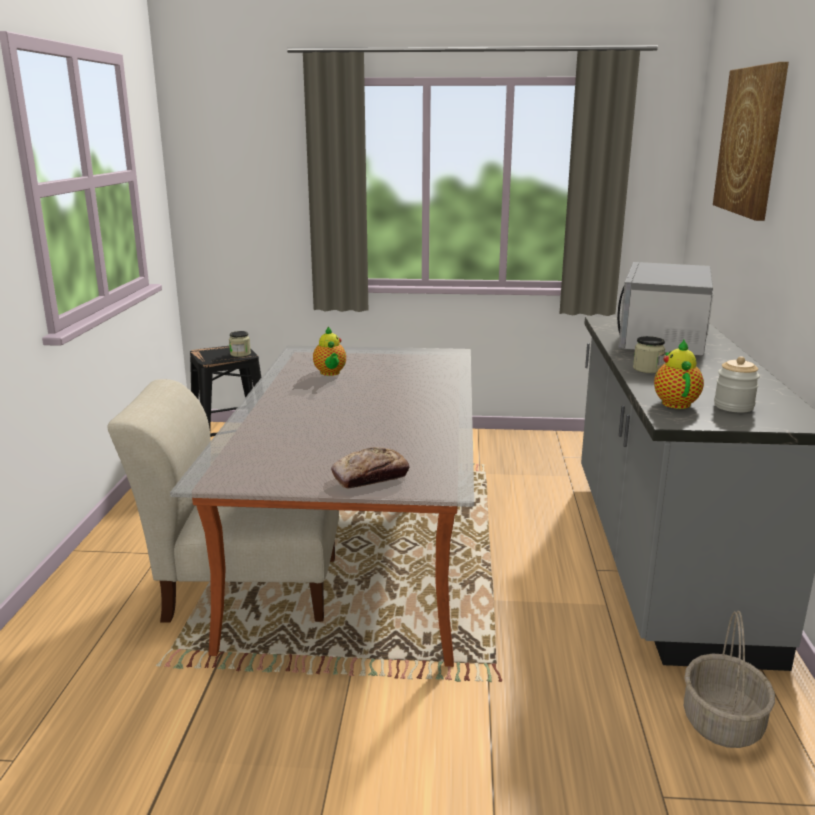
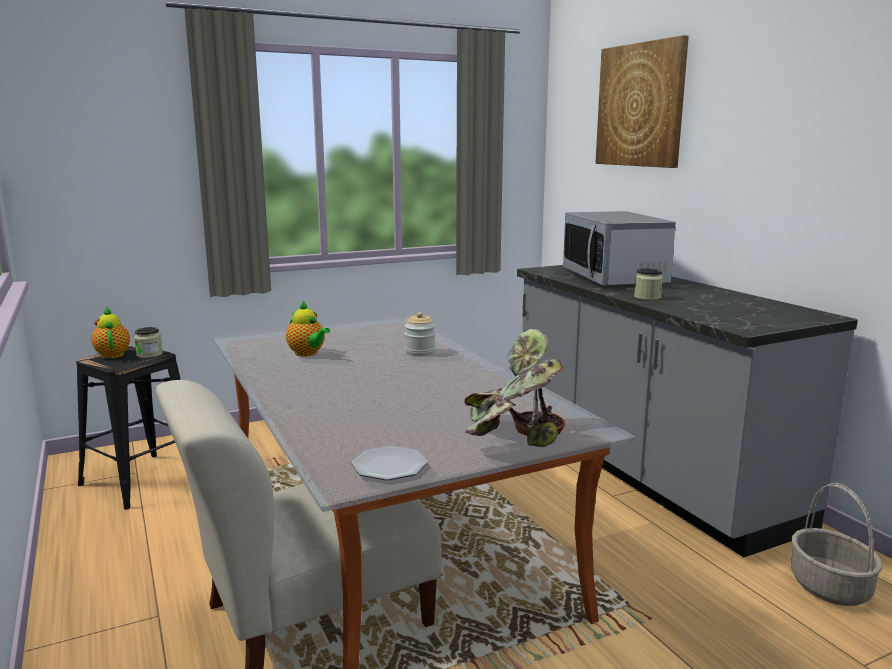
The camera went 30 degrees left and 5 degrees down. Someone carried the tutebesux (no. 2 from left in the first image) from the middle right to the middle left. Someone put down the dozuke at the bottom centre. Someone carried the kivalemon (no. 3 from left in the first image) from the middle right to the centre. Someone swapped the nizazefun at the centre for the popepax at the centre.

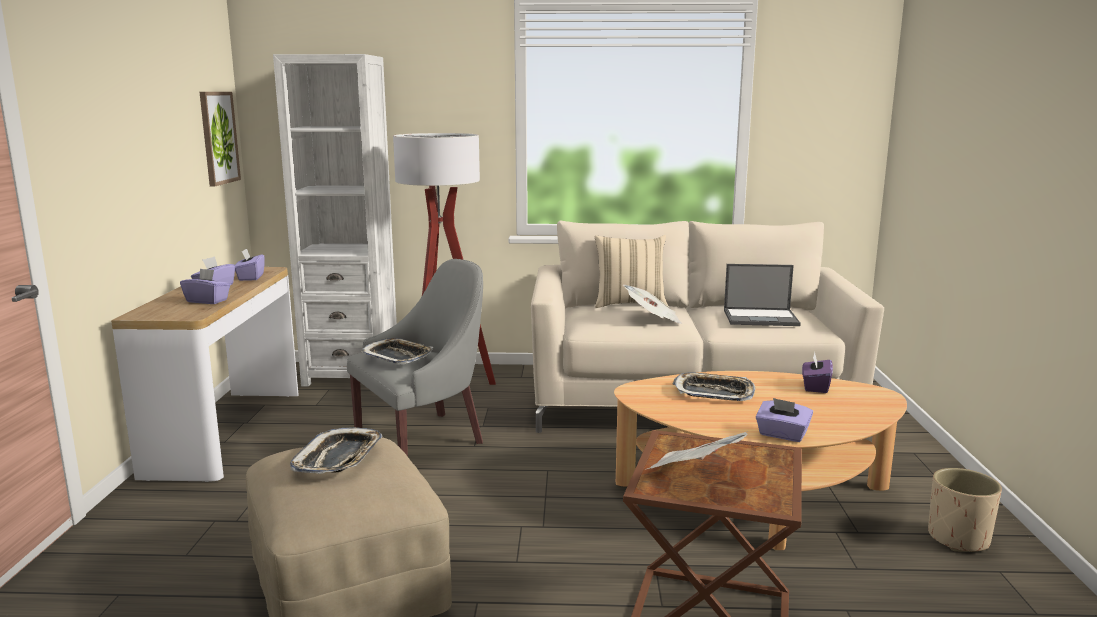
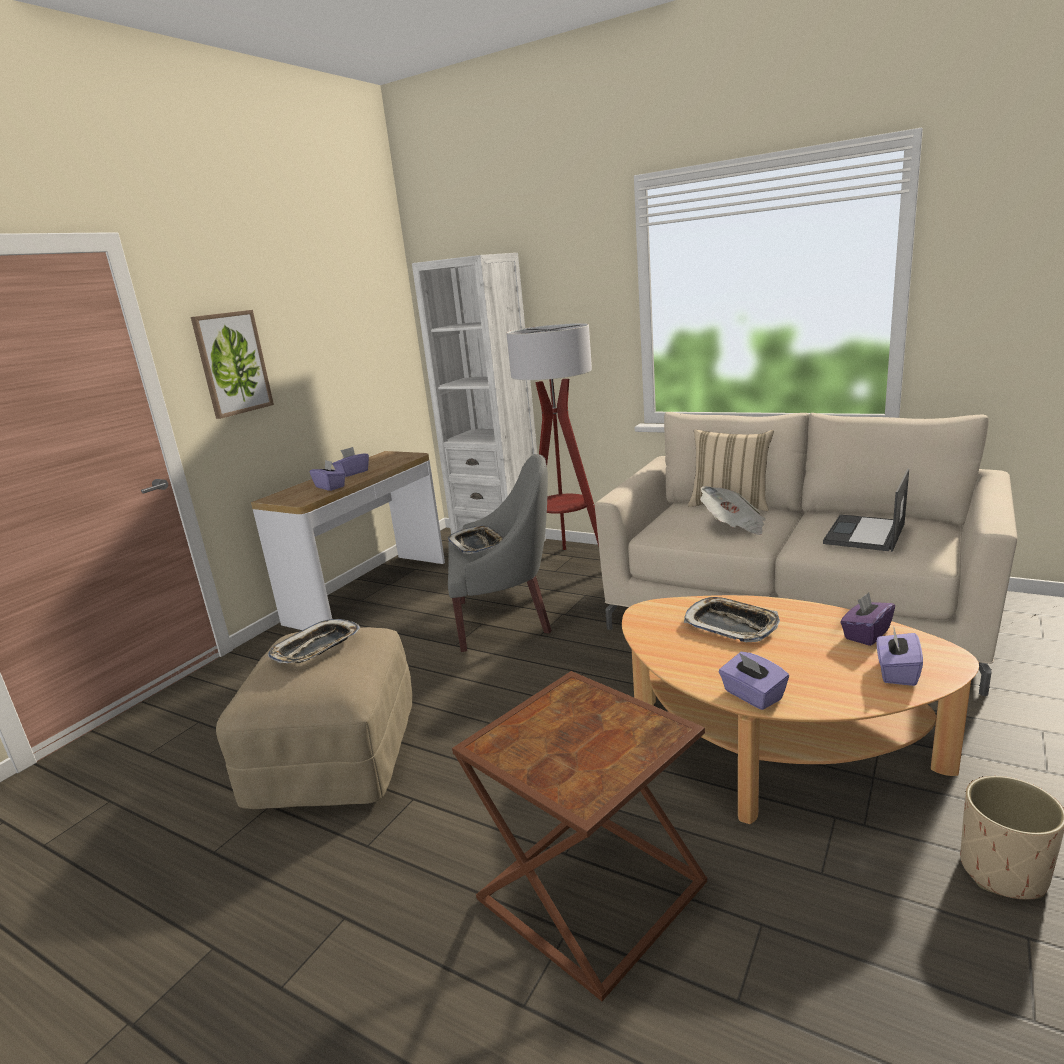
The camera went 30 degrees right and 5 degrees up. Someone carried the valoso from the top left to the middle left. Someone rotated the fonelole at the middle right by 90 degrees clockwise. Someone carried the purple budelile (no. 3 from left in the first image) from the middle left to the middle right. Someone took away the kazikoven (no. 2 from left) at the bottom centre.

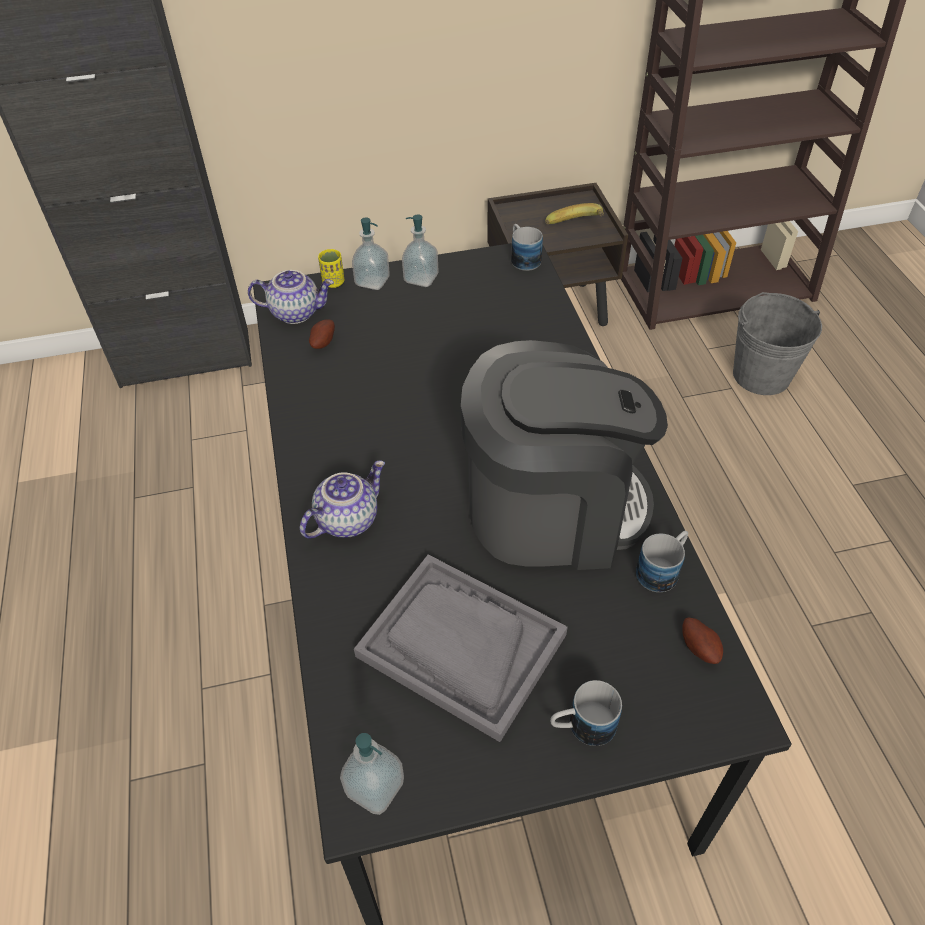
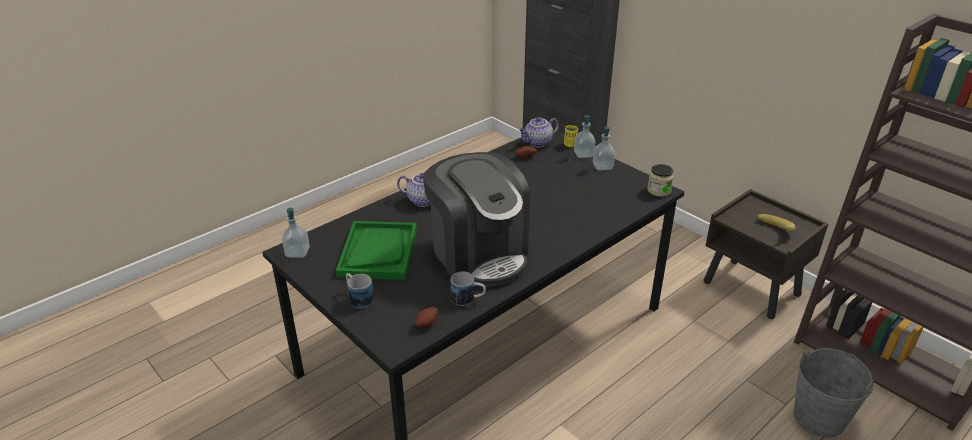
The camera went 60 degrees right and 15 degrees down. Someone repainted the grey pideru at the bottom centre, which became the green pideru at the centre. Someone rotated the tutebesux (no. 1 from left in the first image) at the top left by 90 degrees clockwise. Someone swapped the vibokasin (no. 1 from left) at the top centre for the kivalemon at the middle right.

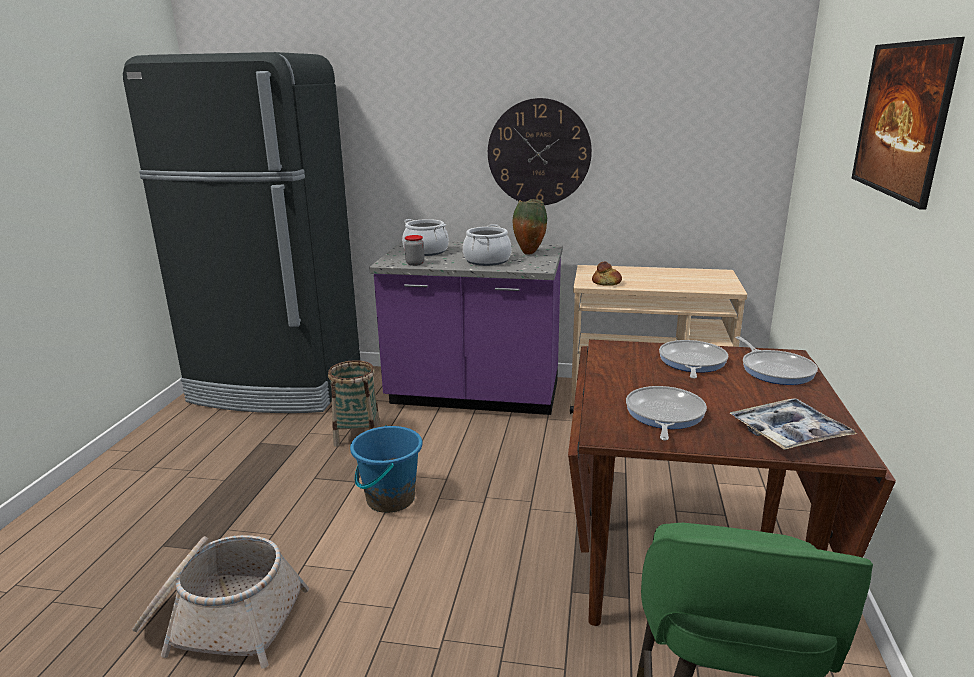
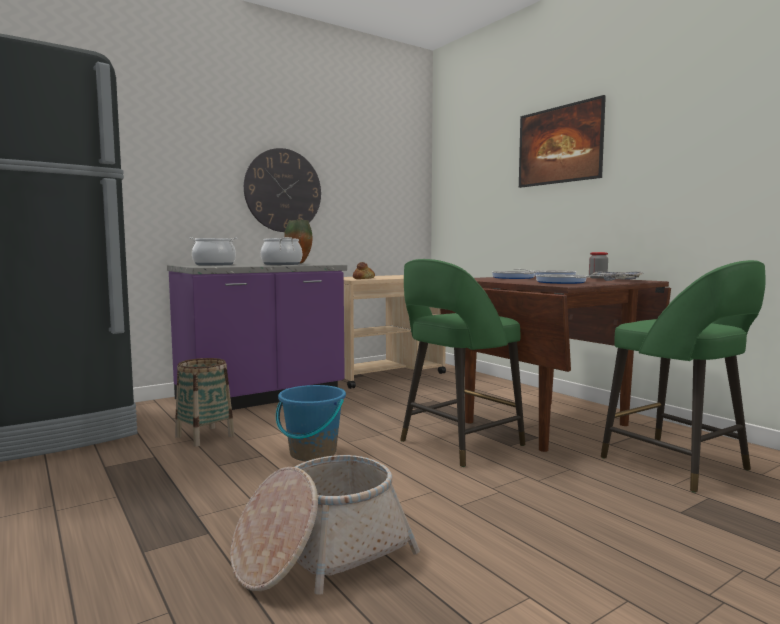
The camera went 45 degrees left and 15 degrees down. Someone put down the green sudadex (no. 1 from left) at the centre. Someone carried the kivalemon from the centre to the middle right.

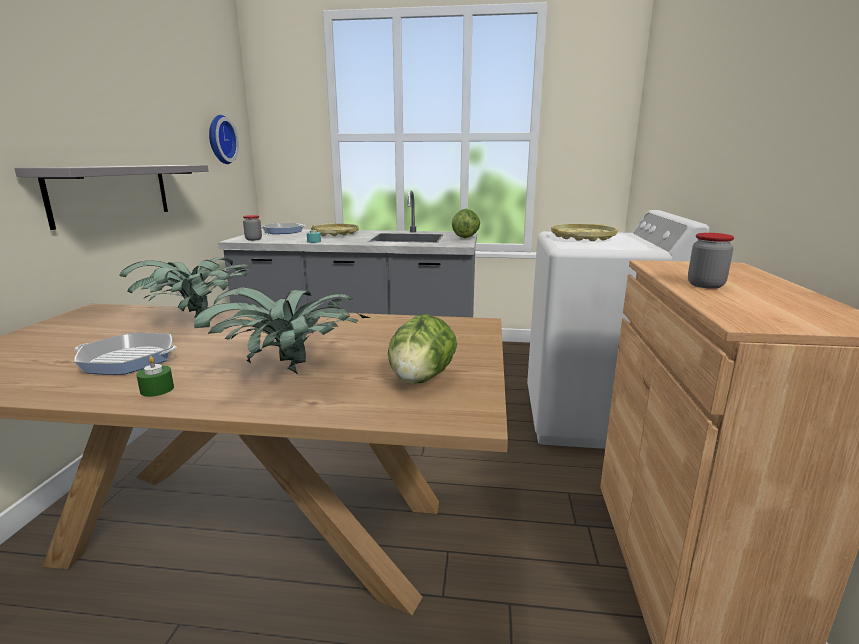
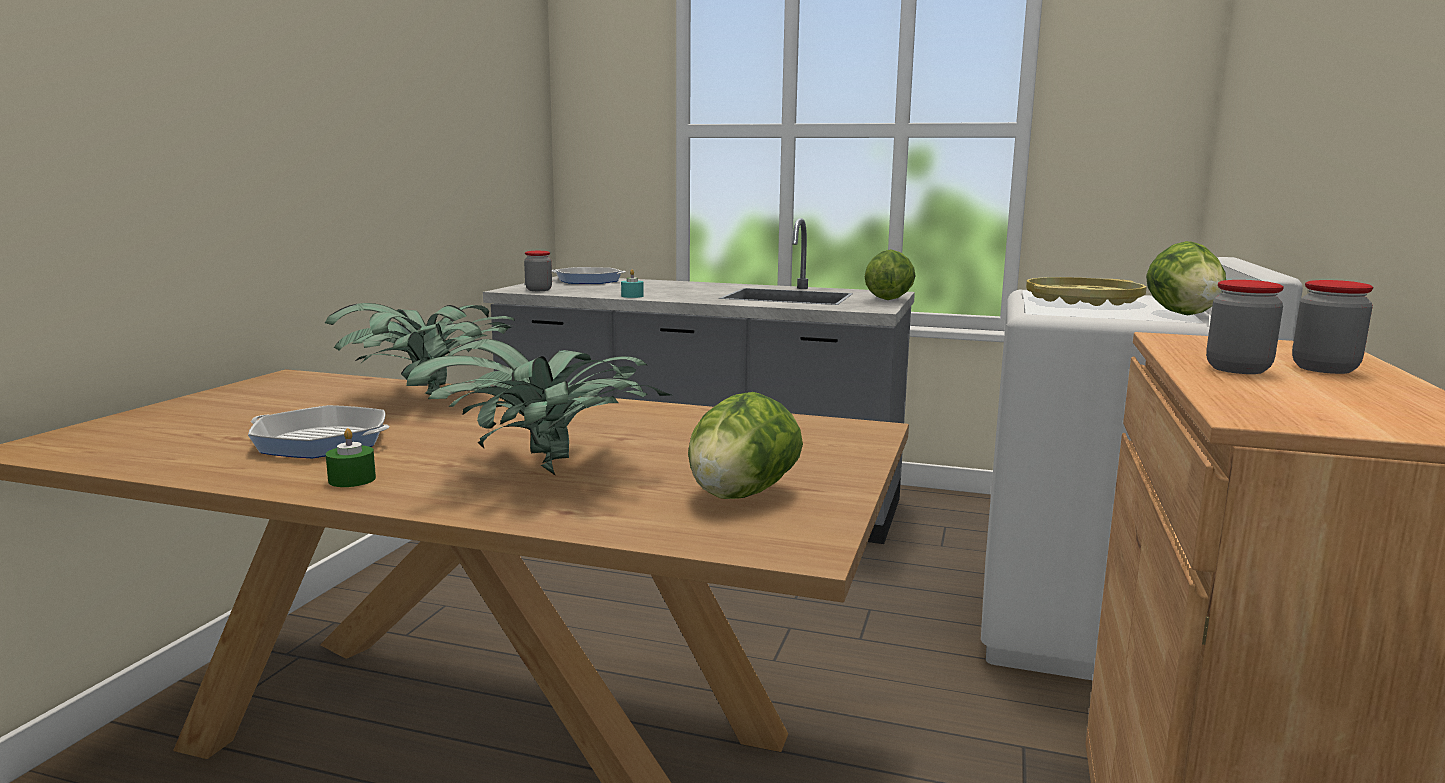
The camera went 10 degrees right and 5 degrees down. Someone put down the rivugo (no. 3 from left) at the middle right. Someone put down the kivalemon (no. 3 from left) at the middle right. Someone took away the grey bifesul at the top left. Someone took away the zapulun at the top left. Someone took away the yellow pideru (no. 1 from left) at the centre.

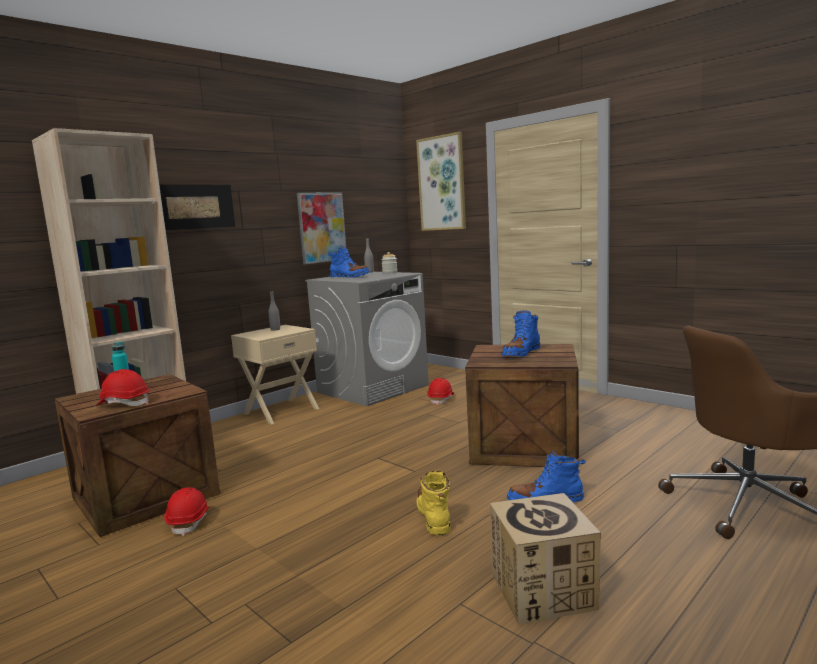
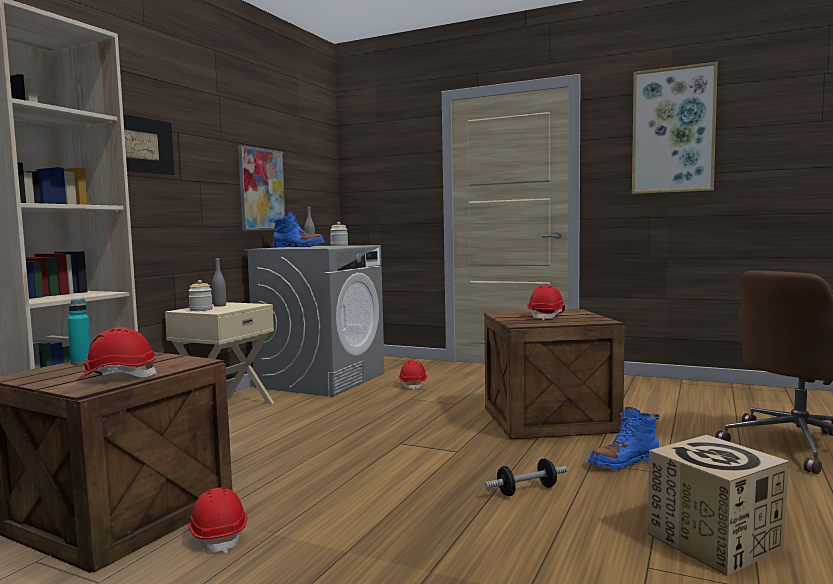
The camera went 20 degrees left and 5 degrees down. Someone put down the kivalemon (no. 1 from left) at the middle left. Someone swapped the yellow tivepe at the bottom centre for the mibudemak at the bottom centre. Someone swapped the blue tivepe (no. 2 from left) at the centre for the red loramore (no. 4 from left) at the centre. Someone carried the valoso (no. 3 from left) from the top centre to the top right.

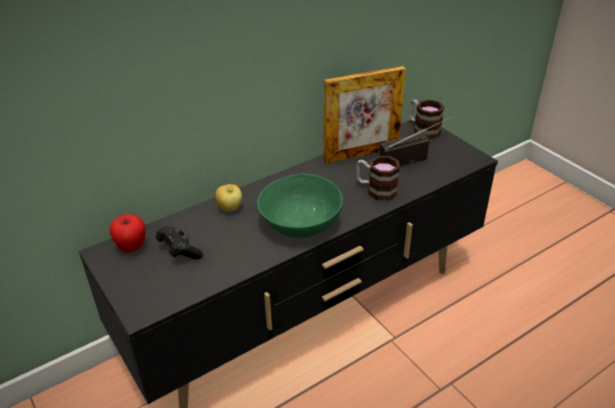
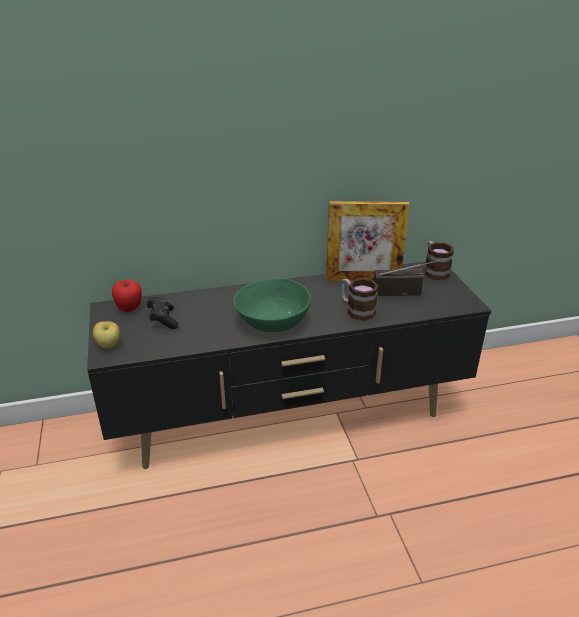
The camera went 20 degrees right and 5 degrees down. Someone carried the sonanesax (no. 2 from left in the first image) from the centre to the middle left.

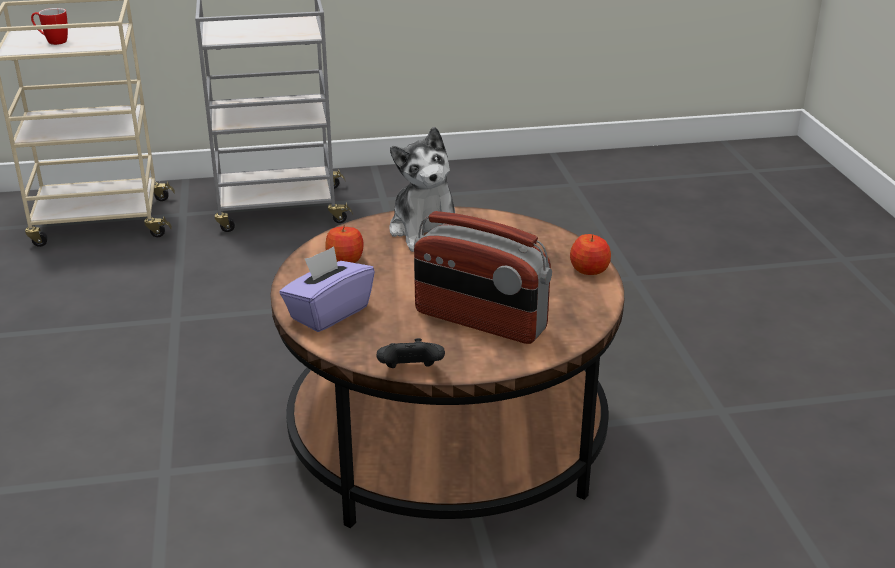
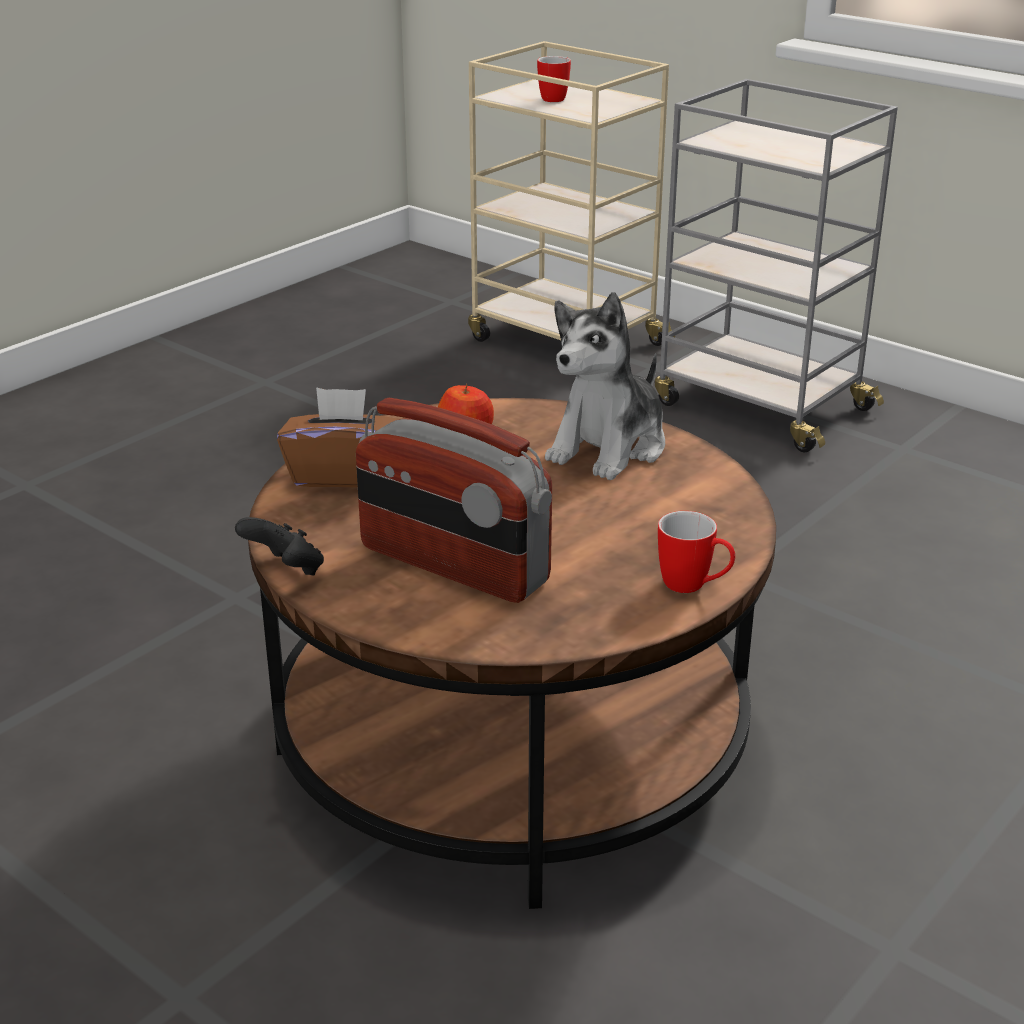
The camera went 50 degrees right and 0 degrees up. Someone repainted the purple budelile at the centre, which became the brown budelile at the middle left. Someone rotated the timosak at the centre by 45 degrees counterclockwise. Someone swapped the sonanesax (no. 2 from left) at the centre for the vibokasin (no. 2 from left) at the middle right.

